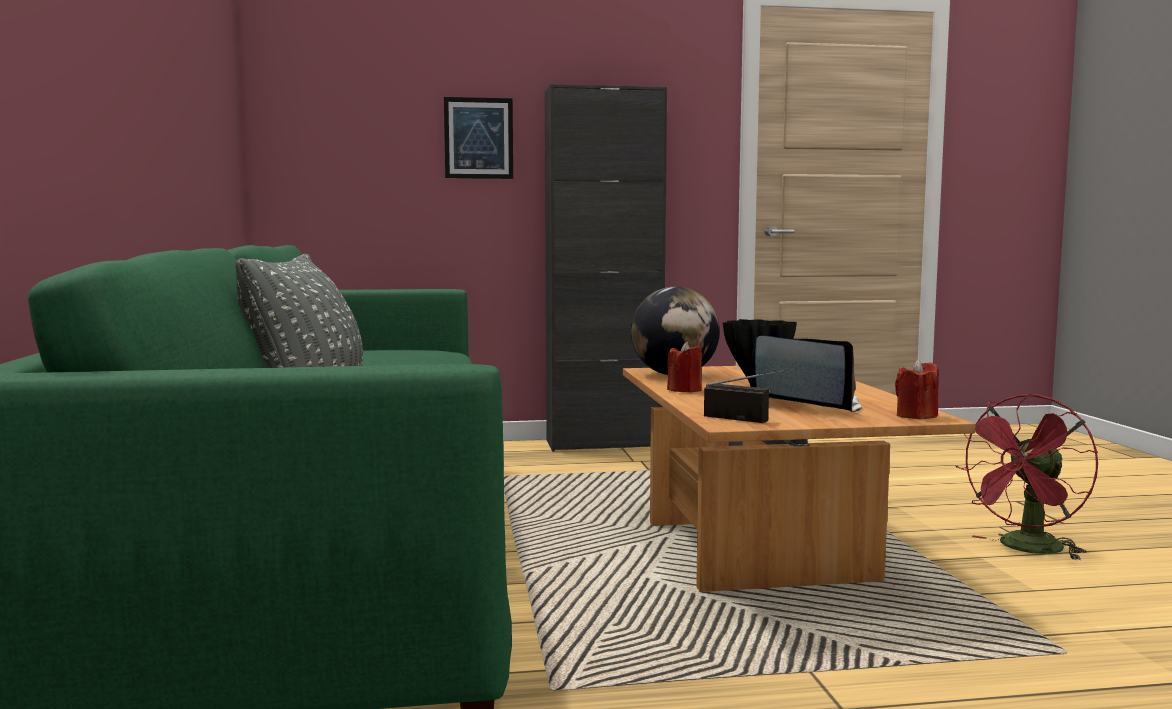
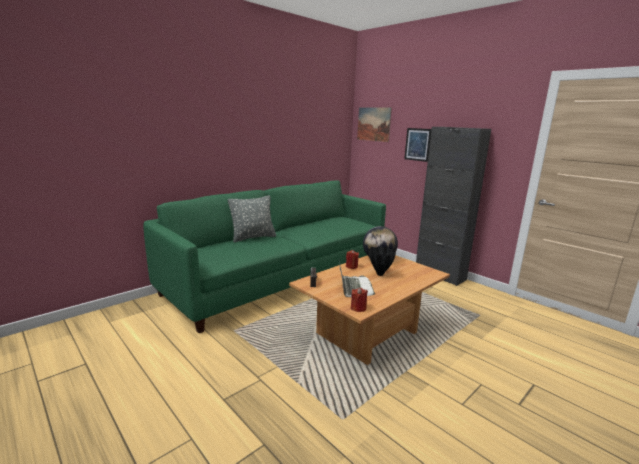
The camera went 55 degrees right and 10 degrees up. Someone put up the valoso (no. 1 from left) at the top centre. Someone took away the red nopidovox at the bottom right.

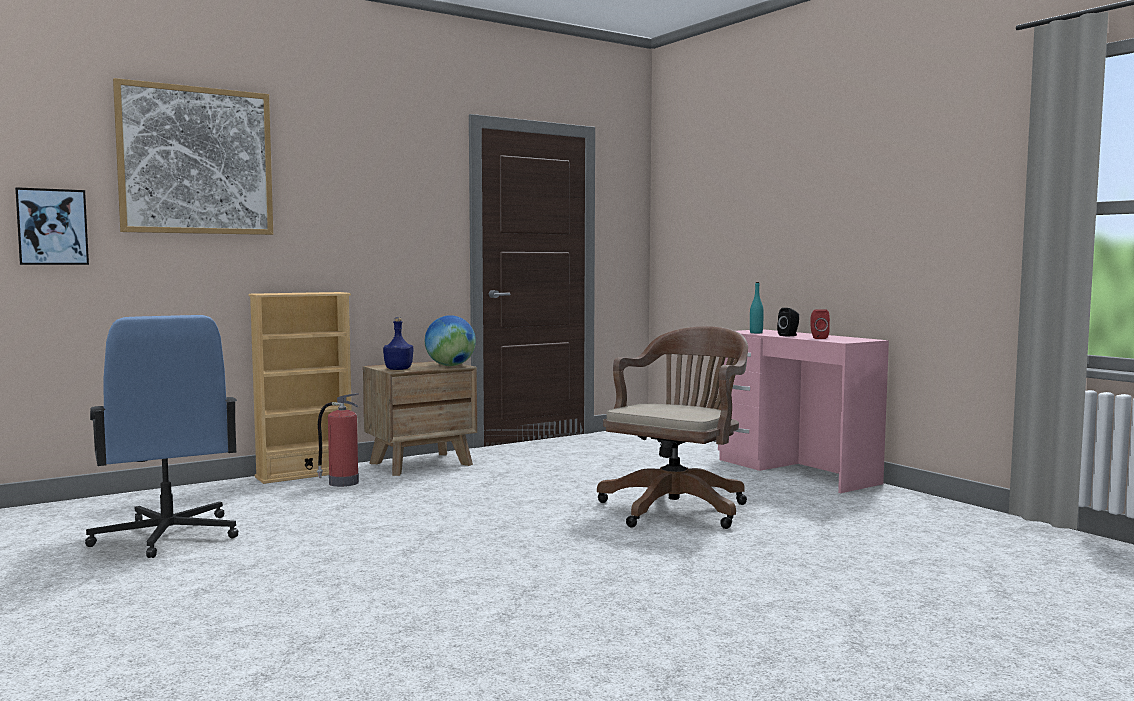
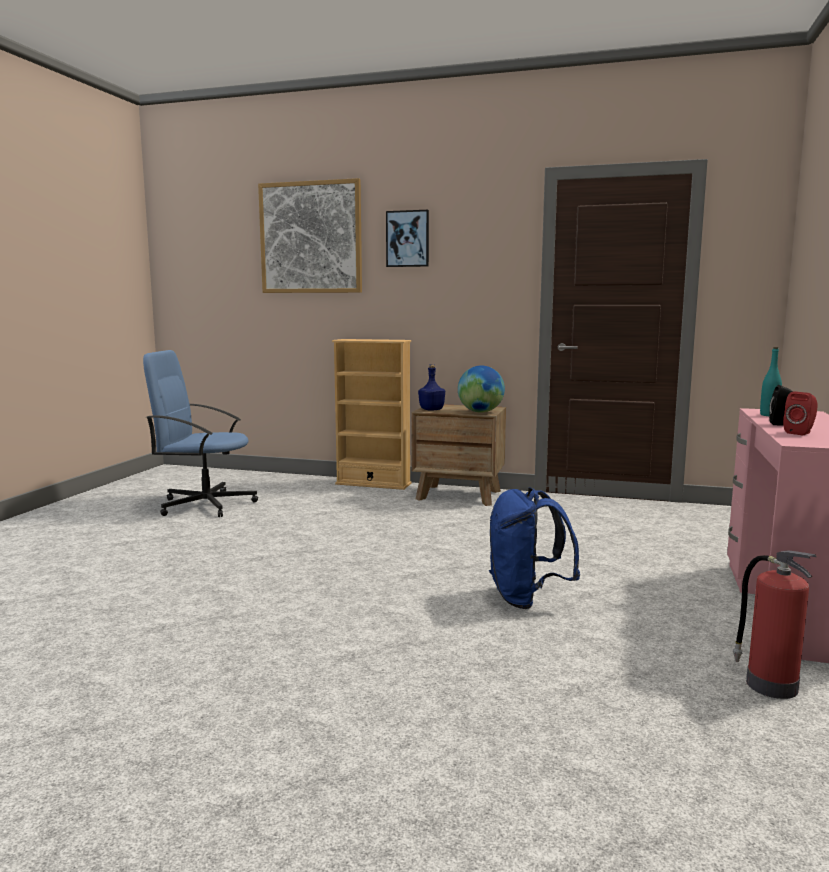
The camera went 50 degrees right and 5 degrees up. Someone rotated the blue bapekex at the middle left by 75 degrees clockwise. Someone carried the valoso (no. 1 from left in the first image) from the top left to the top centre. Someone swapped the brown bapekex at the centre for the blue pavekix at the centre. Someone carried the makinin from the middle left to the bottom right.

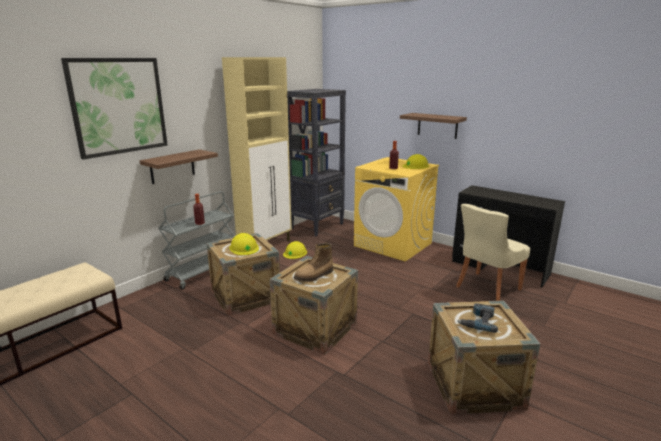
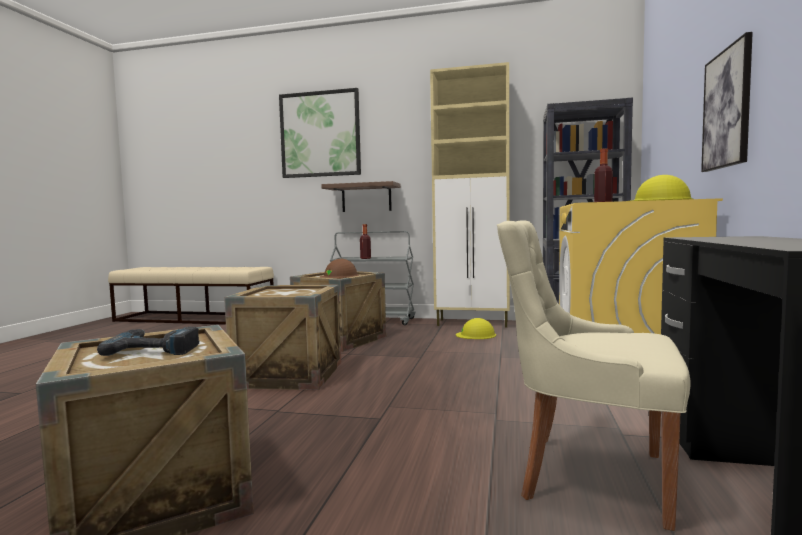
The camera went 65 degrees right and 15 degrees down. Someone repainted the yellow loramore (no. 1 from left) at the centre, which became the brown loramore at the centre. Someone swapped the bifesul (no. 2 from left) at the top centre for the valoso (no. 2 from left) at the top right. Someone took away the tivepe at the centre.

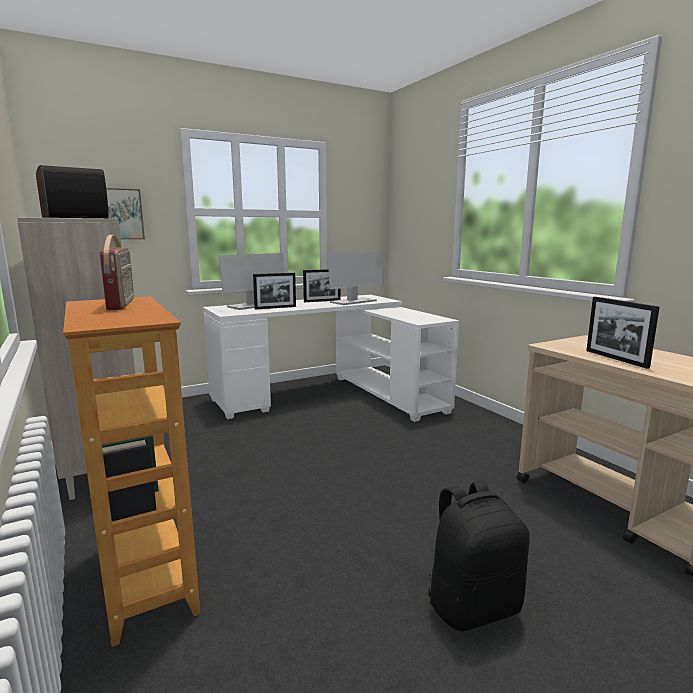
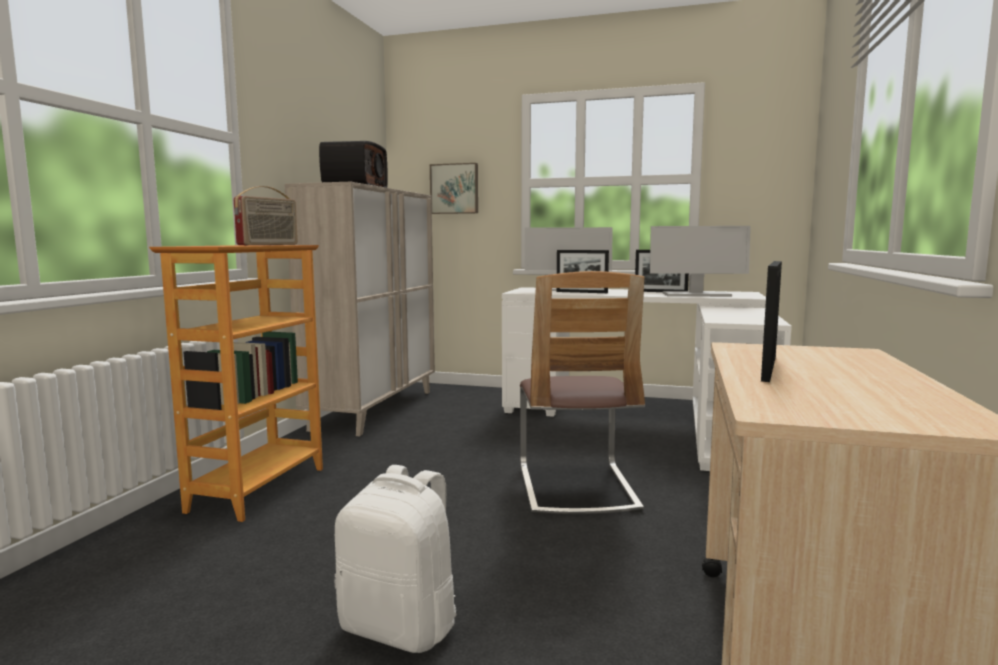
The camera went 45 degrees right and 5 degrees down. Someone repainted the black pavekix at the bottom right, which became the white pavekix at the bottom centre. Someone put down the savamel at the centre.

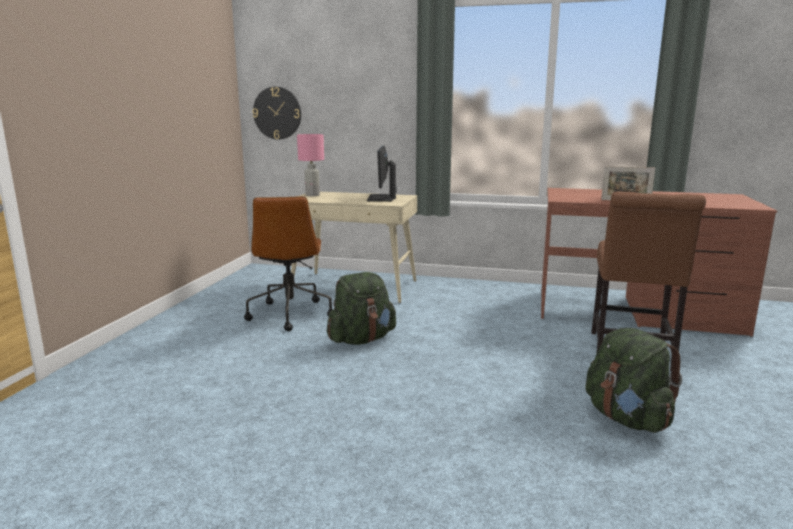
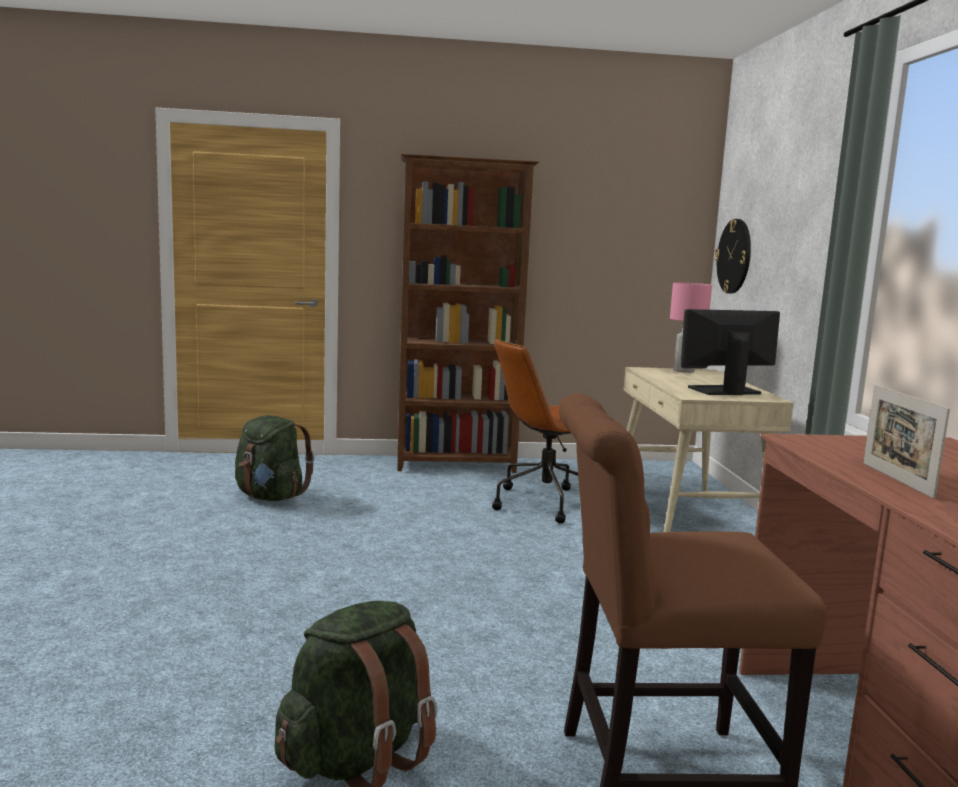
The camera went 70 degrees right and 5 degrees down. Someone carried the green pavekix (no. 1 from left) from the centre to the middle left. Someone put down the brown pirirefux at the centre.

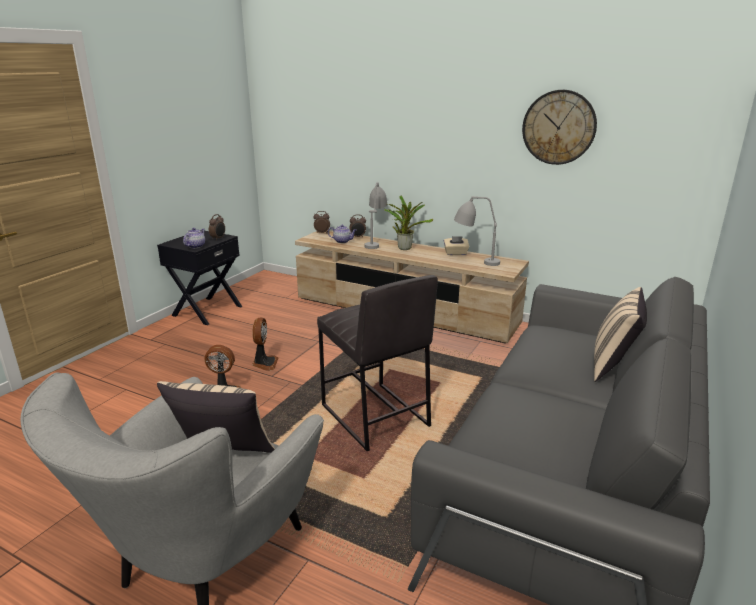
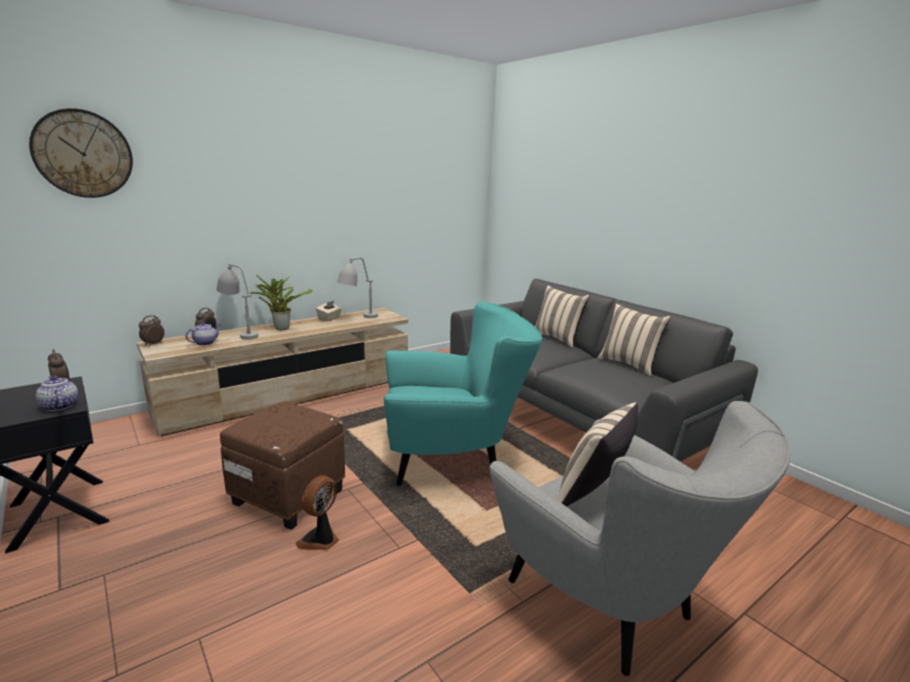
The camera went 65 degrees left and 5 degrees down. Someone carried the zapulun from the top right to the top left. Someone swapped the nopidovox (no. 2 from left) at the centre for the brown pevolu at the bottom left. Someone swapped the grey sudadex at the centre for the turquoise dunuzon at the centre. Someone put down the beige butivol (no. 3 from left) at the middle right.

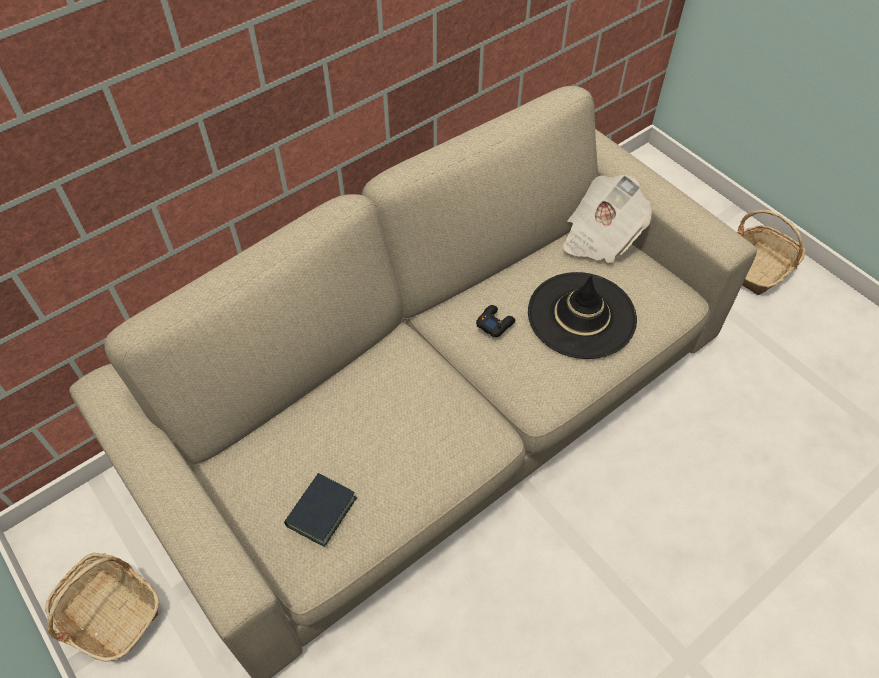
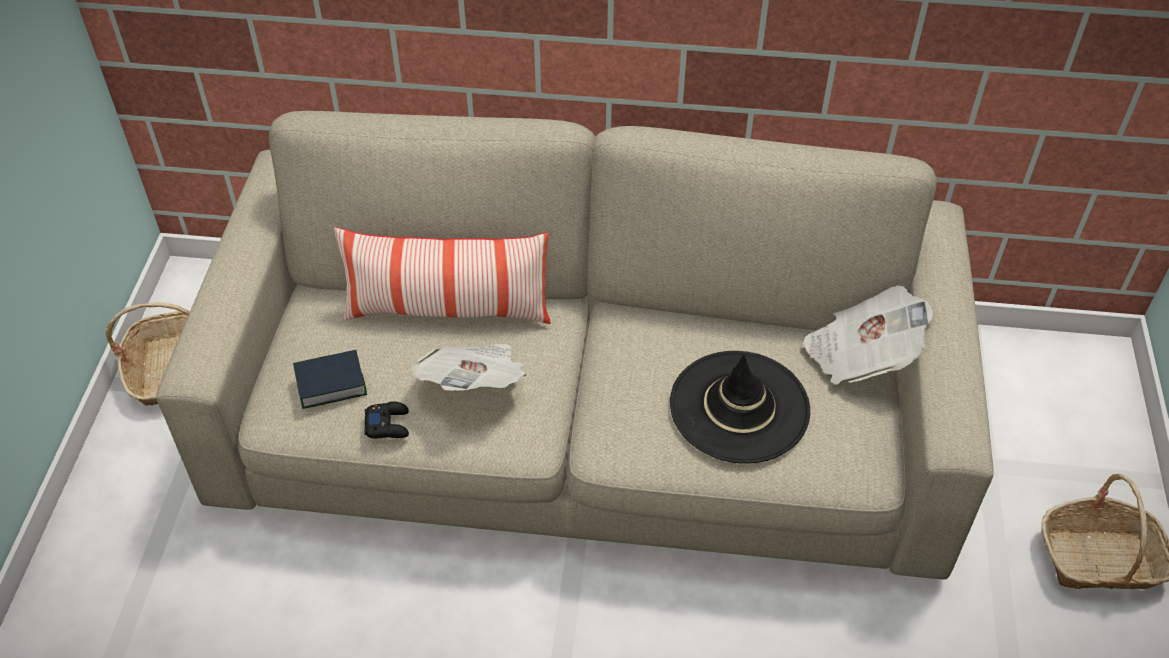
The camera went 45 degrees right and 5 degrees down. Someone put down the butivol at the centre. Someone carried the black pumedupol from the centre to the middle left. Someone put down the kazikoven (no. 1 from left) at the centre.

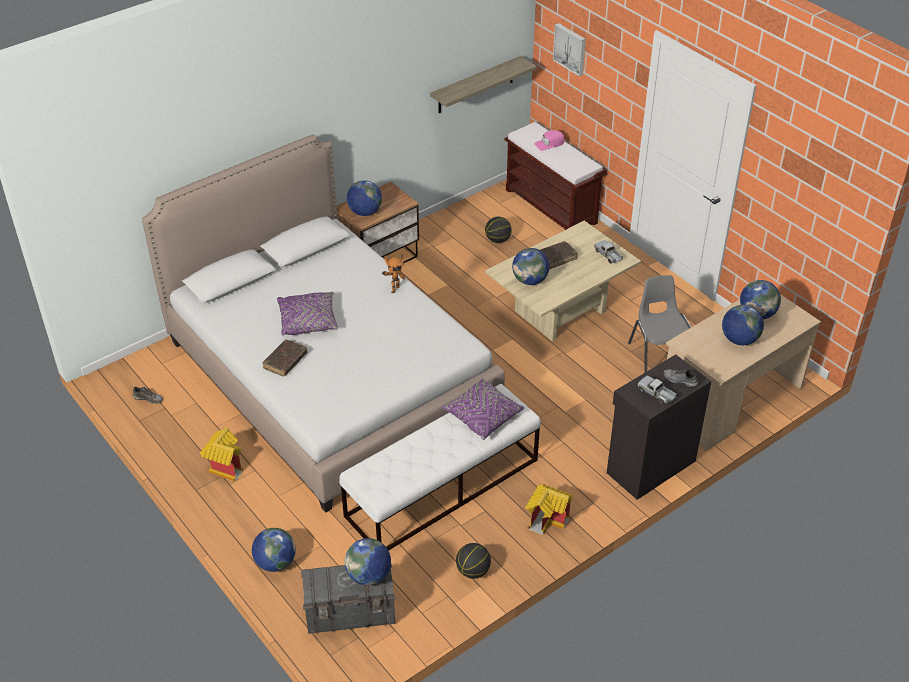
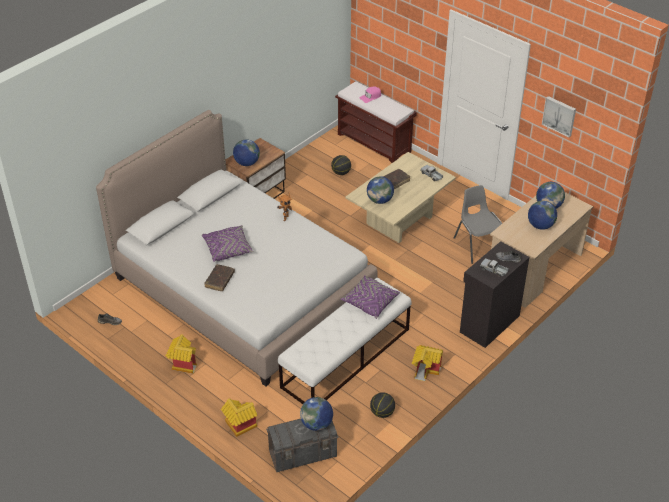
The camera went 10 degrees left and 0 degrees up. Someone swapped the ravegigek (no. 1 from left) at the bottom left for the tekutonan (no. 2 from left) at the bottom centre. Someone carried the valoso from the top centre to the top right. Someone took away the bifesul at the top centre.

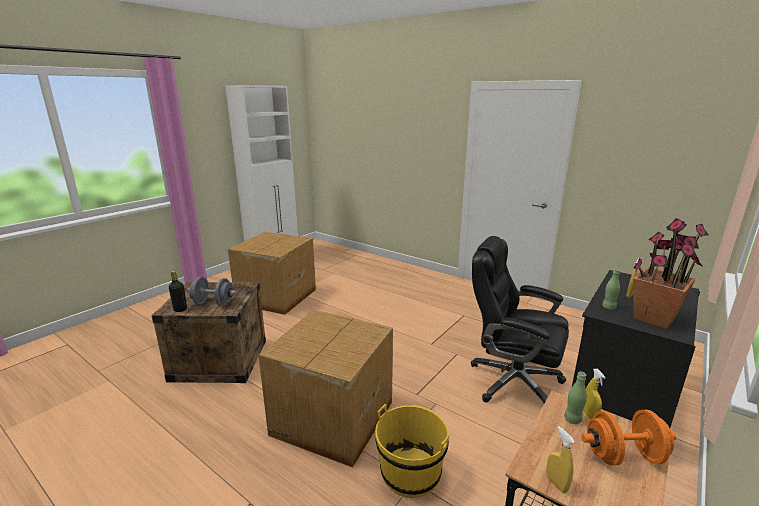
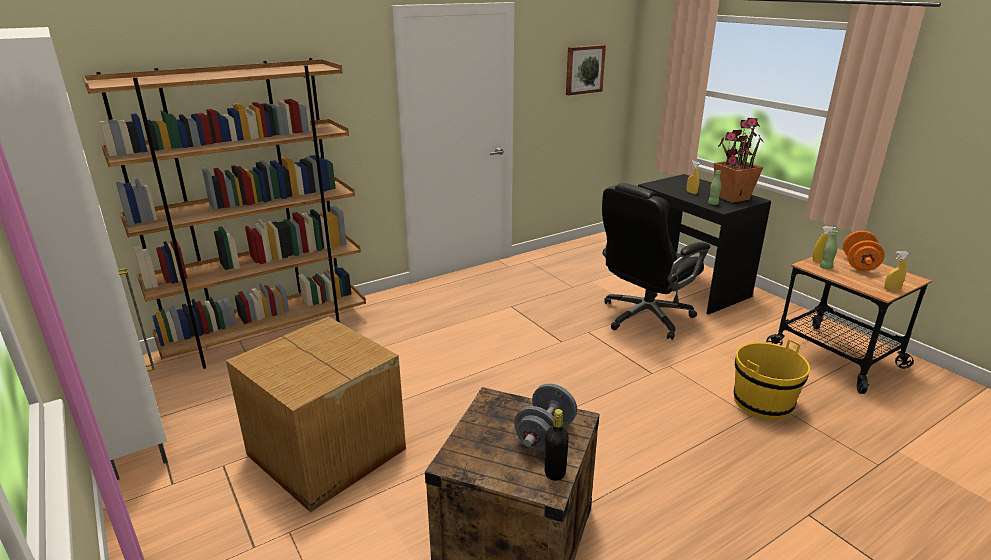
The camera went 70 degrees left and 5 degrees up. Someone put down the brown pirirefux at the middle left. Someone put up the valoso at the top centre. Someone took away the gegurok (no. 2 from left) at the bottom centre.

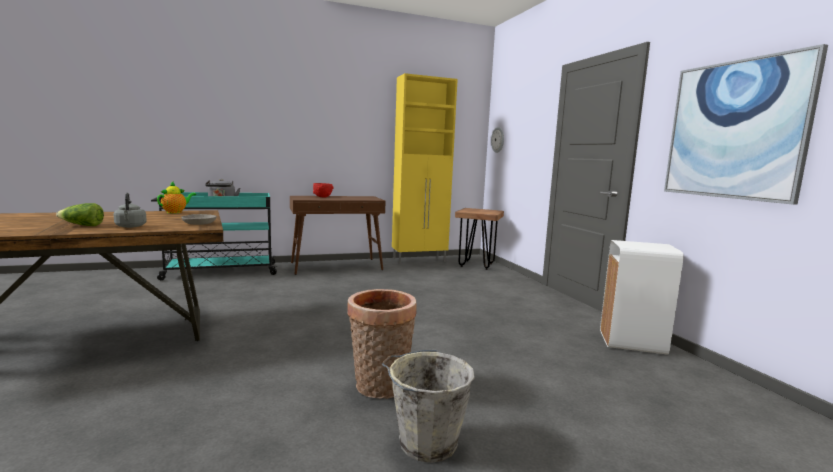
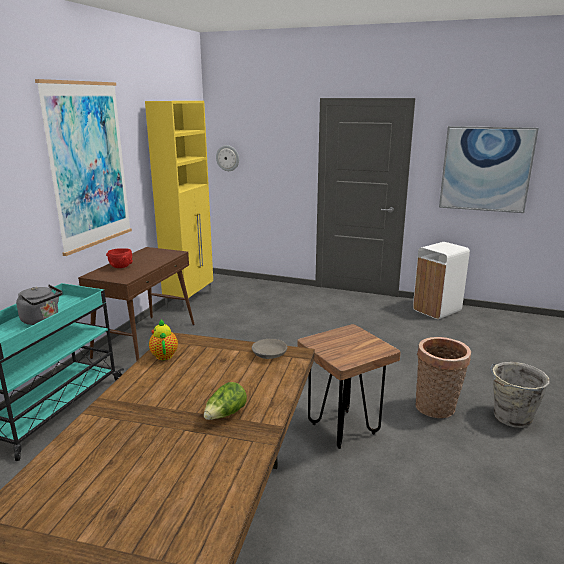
The camera went 50 degrees left and 10 degrees up. Someone put up the valoso (no. 1 from left) at the top left. Someone carried the brown sudadex from the centre to the bottom centre. Someone took away the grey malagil (no. 1 from left) at the middle left.

